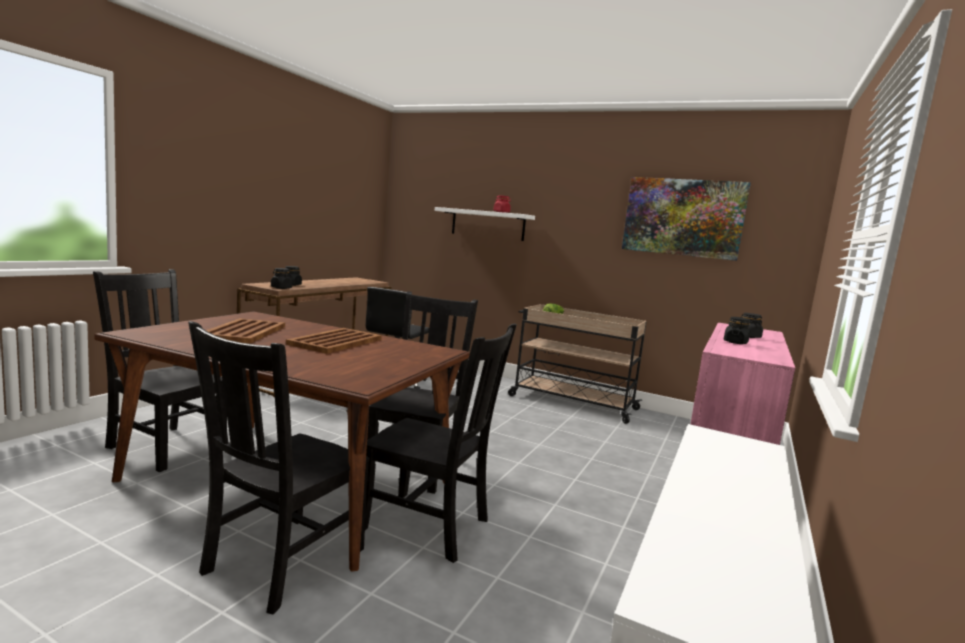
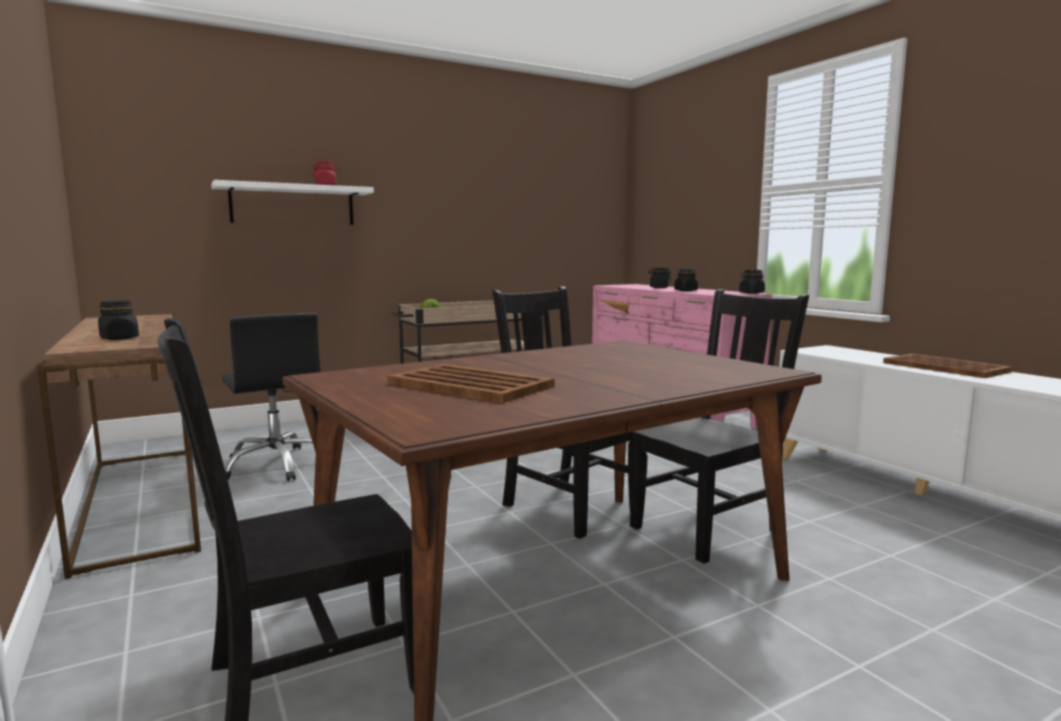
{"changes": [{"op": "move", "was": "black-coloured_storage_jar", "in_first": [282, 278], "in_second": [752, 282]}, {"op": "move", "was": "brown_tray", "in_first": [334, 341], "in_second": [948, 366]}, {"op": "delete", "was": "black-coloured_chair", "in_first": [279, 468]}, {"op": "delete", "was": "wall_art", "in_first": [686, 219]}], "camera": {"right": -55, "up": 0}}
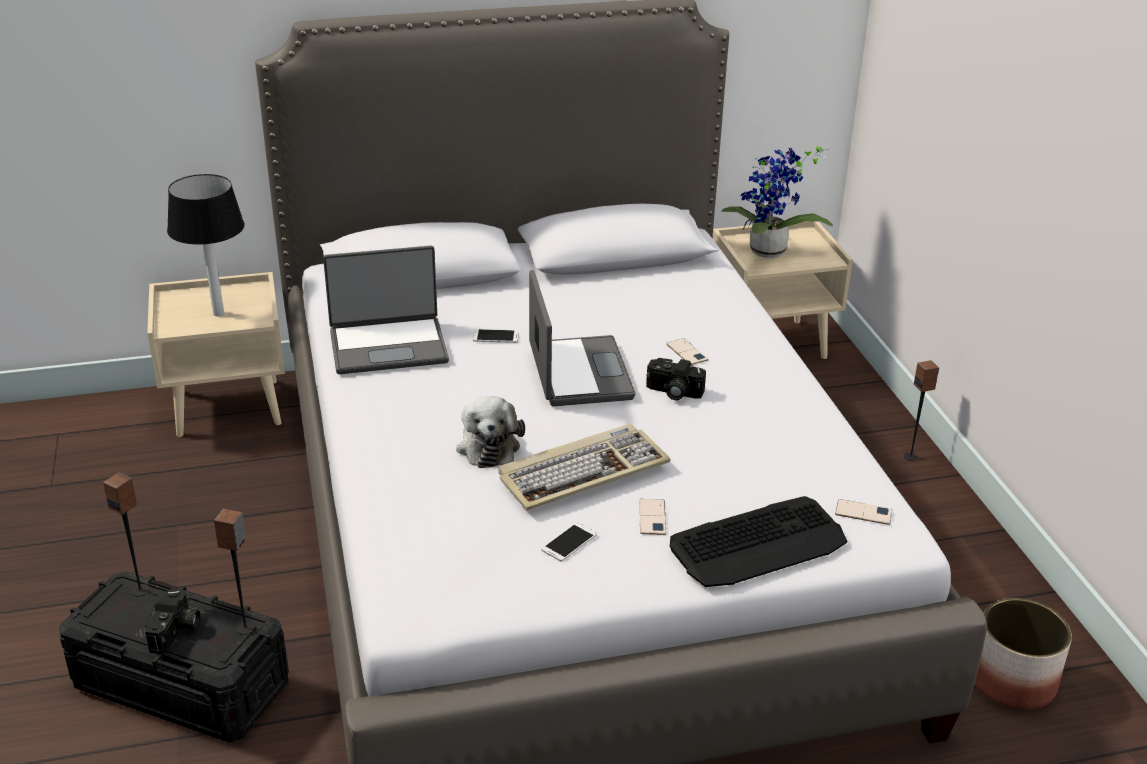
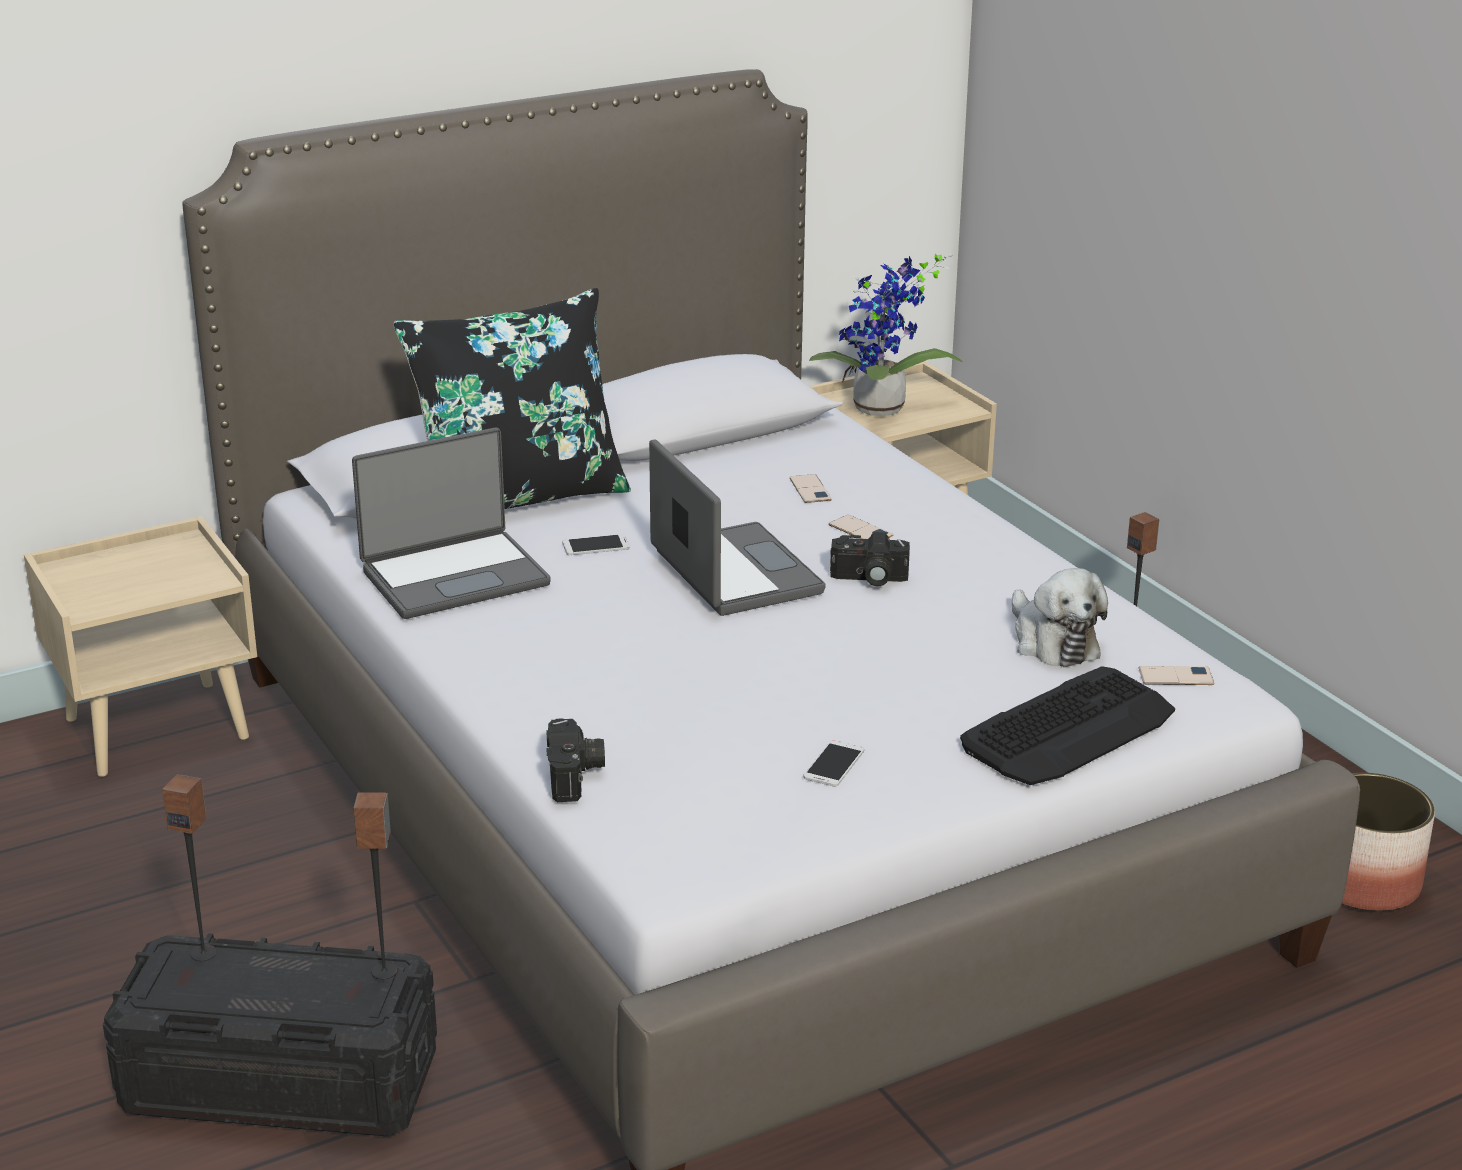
{"changes": [{"op": "insert", "now": "black-coloured_throw_pillow", "in_second": [512, 398]}, {"op": "move", "was": "still_camera", "in_first": [172, 621], "in_second": [575, 760]}, {"op": "move", "was": "telephone", "in_first": [653, 517], "in_second": [811, 488]}, {"op": "move", "was": "cuddly_toy", "in_first": [490, 432], "in_second": [1060, 617]}, {"op": "delete", "was": "table_lamp", "in_first": [206, 245]}, {"op": "delete", "was": "PC_keyboard", "in_first": [584, 467]}], "camera": {"right": -15, "up": -5}}
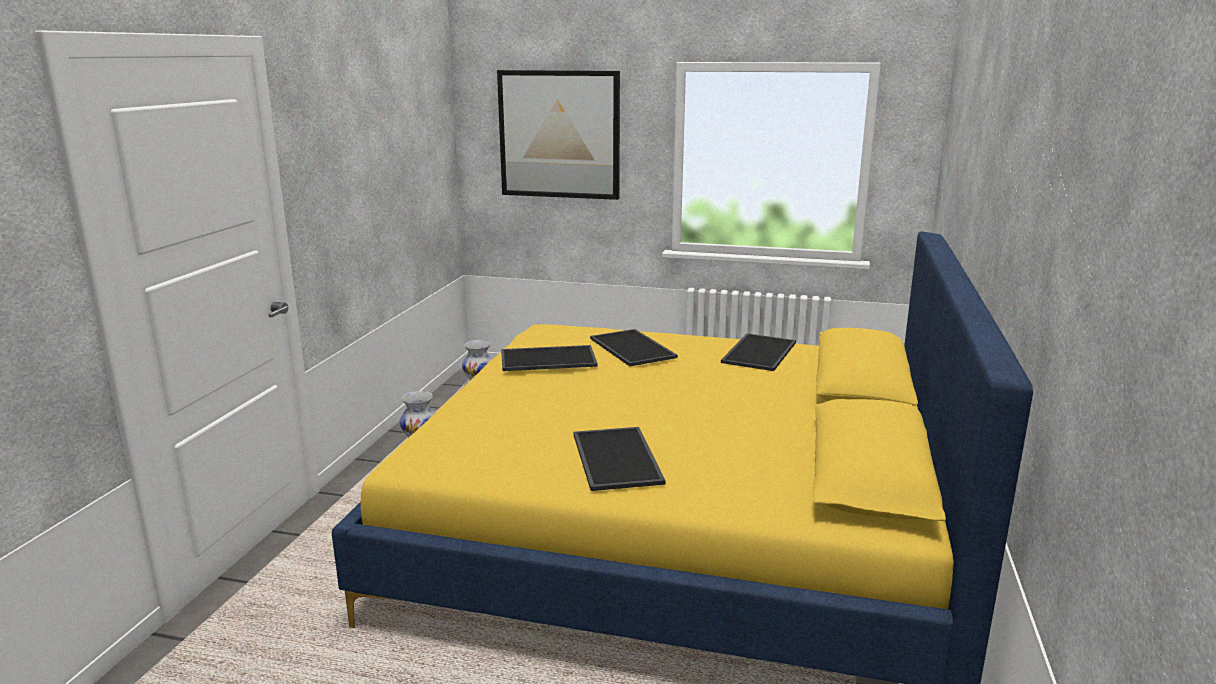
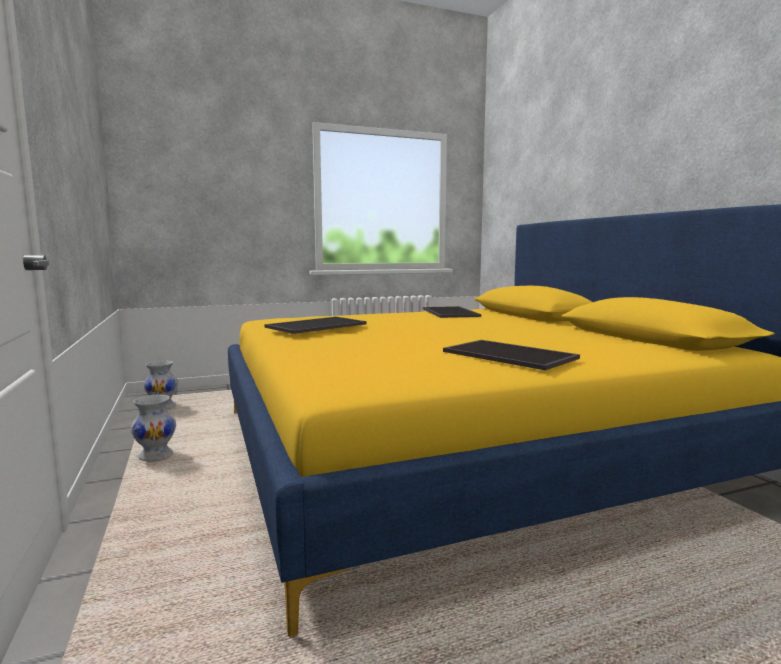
{"changes": [{"op": "delete", "was": "wall_art", "in_first": [558, 135]}, {"op": "delete", "was": "tray", "in_first": [634, 347]}], "camera": {"right": -35, "up": -10}}
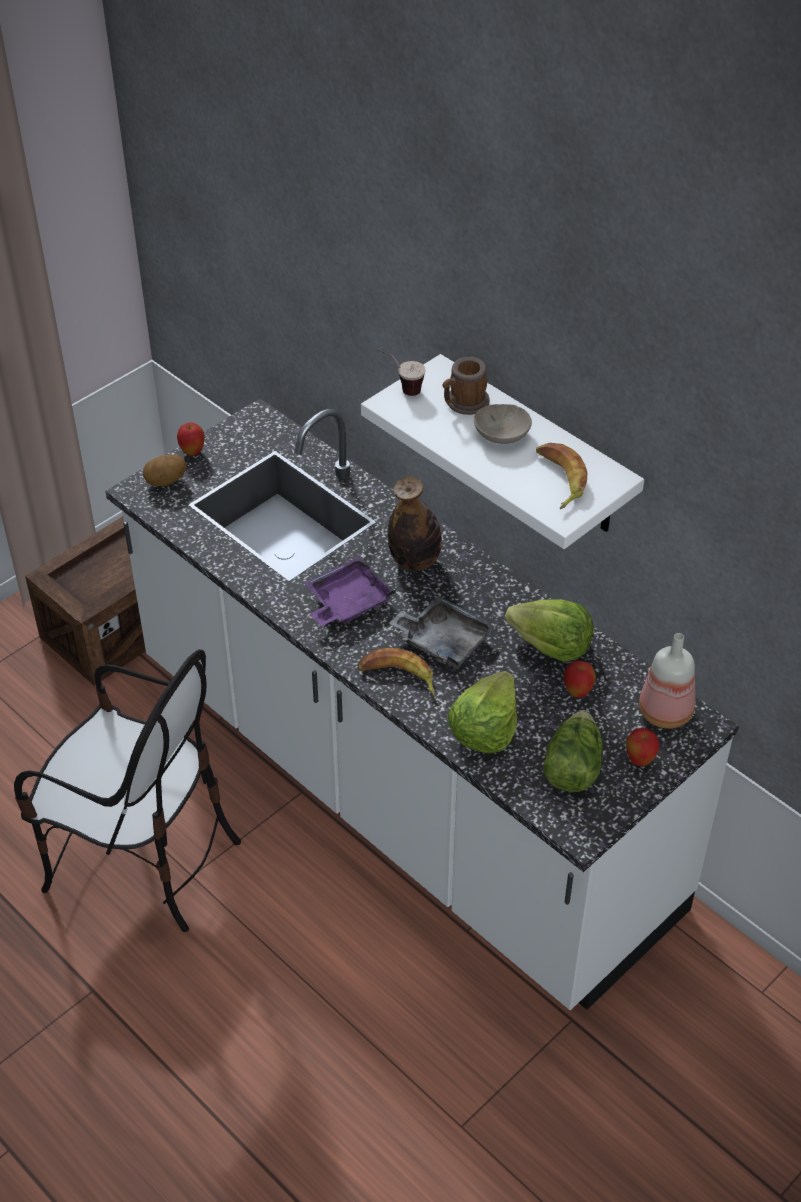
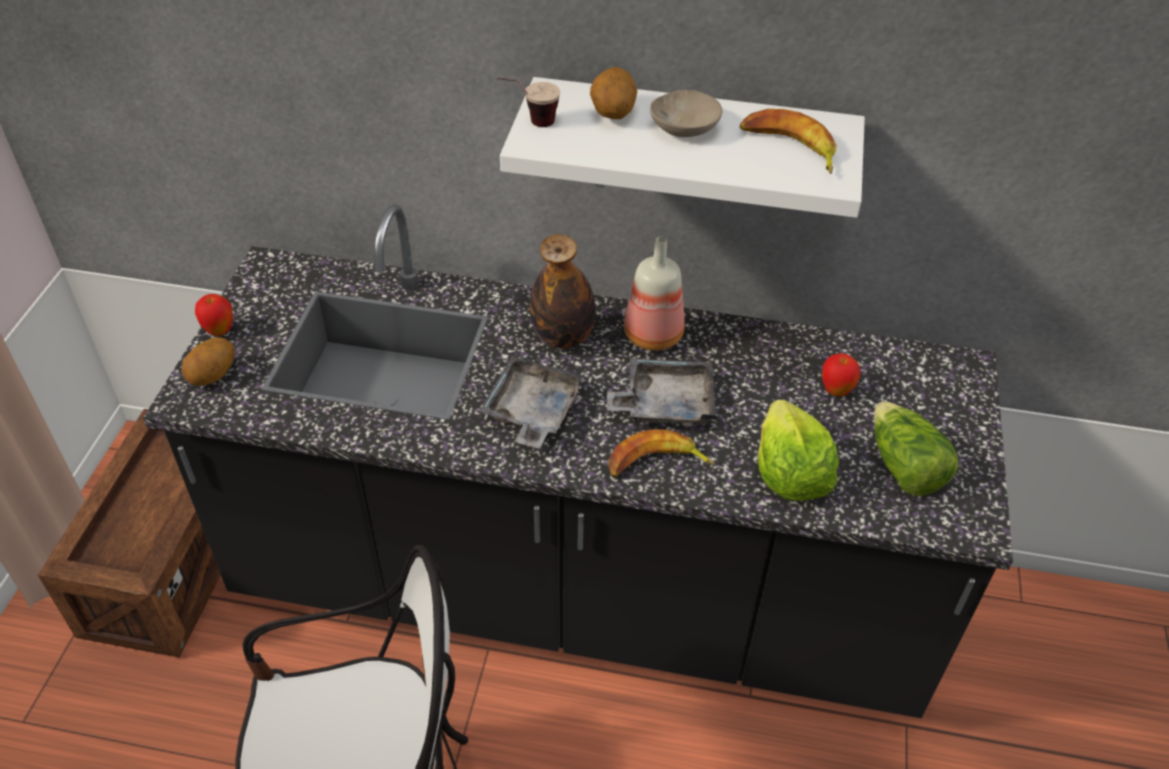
{"changes": [{"op": "recolor", "was": "white_kitchen_counter", "now": "black-coloured_kitchen_counter", "in_first": [422, 704], "in_second": [578, 461]}, {"op": "recolor", "was": "purple_tray", "now": "greyish_tray", "in_first": [350, 591], "in_second": [531, 402]}, {"op": "replace", "was": "coffee_mug", "now": "potato", "in_first": [466, 386], "in_second": [613, 93]}, {"op": "move", "was": "beverage_bottle", "in_first": [667, 681], "in_second": [654, 293]}, {"op": "delete", "was": "lettuce", "in_first": [549, 630]}, {"op": "delete", "was": "apple_fruit", "in_first": [643, 747]}], "camera": {"right": -35, "up": 0}}
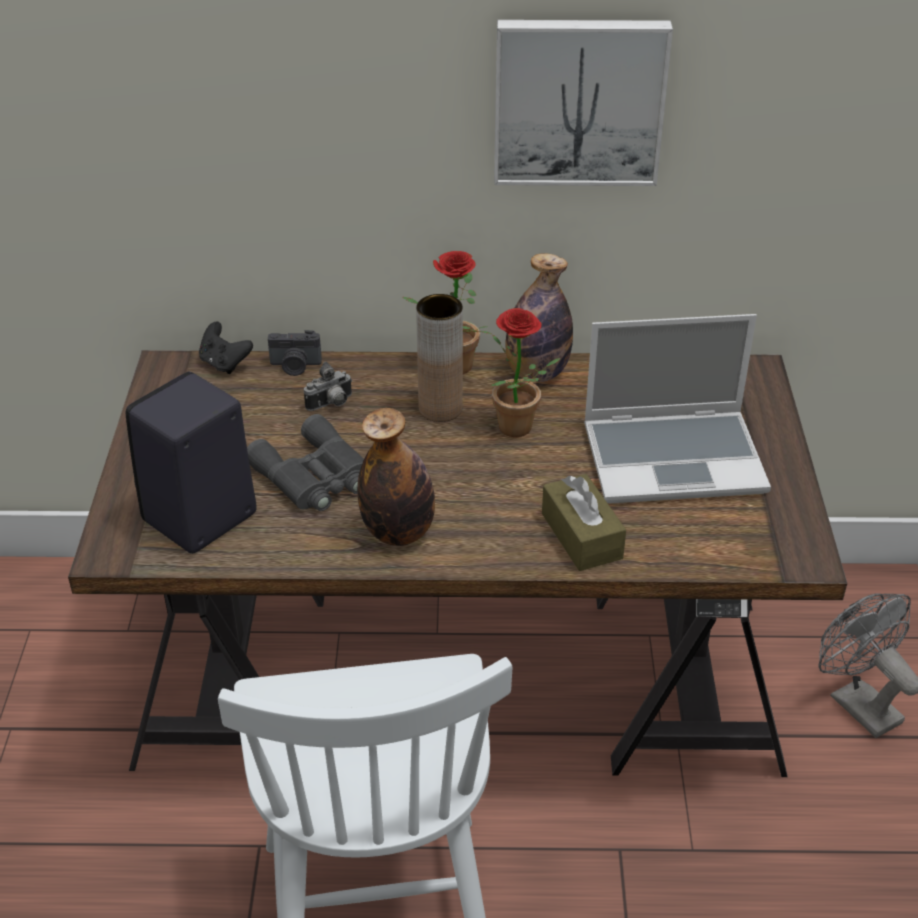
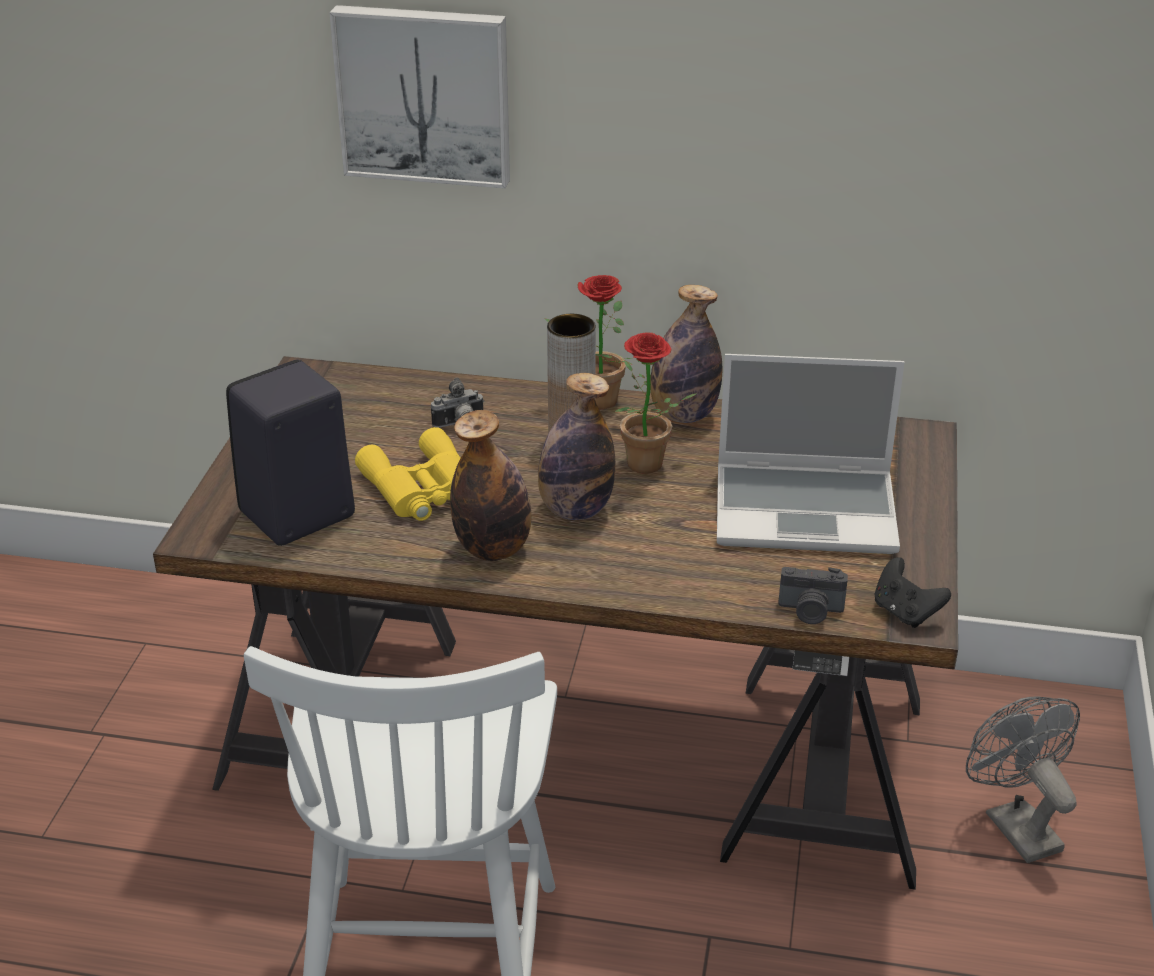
{"changes": [{"op": "move", "was": "wall_art", "in_first": [583, 103], "in_second": [419, 97]}, {"op": "recolor", "was": "greyish_field_glasses", "now": "yellowish_field_glasses", "in_first": [305, 462], "in_second": [408, 474]}, {"op": "insert", "now": "beverage_bottle", "in_second": [576, 446]}, {"op": "move", "was": "still_camera", "in_first": [295, 353], "in_second": [813, 595]}, {"op": "move", "was": "black-coloured_joypad", "in_first": [226, 348], "in_second": [913, 592]}, {"op": "delete", "was": "brown_tissue_holder", "in_first": [584, 522]}], "camera": {"right": 10, "up": -5}}
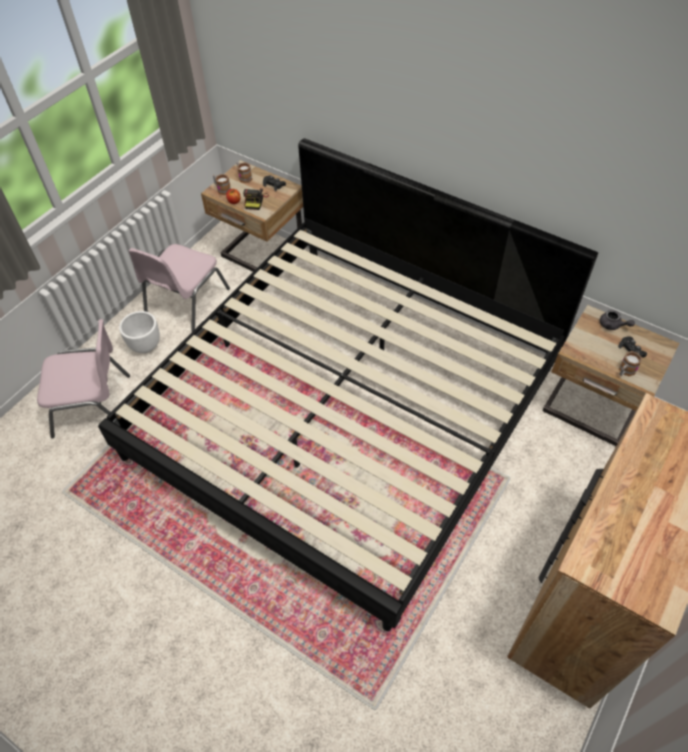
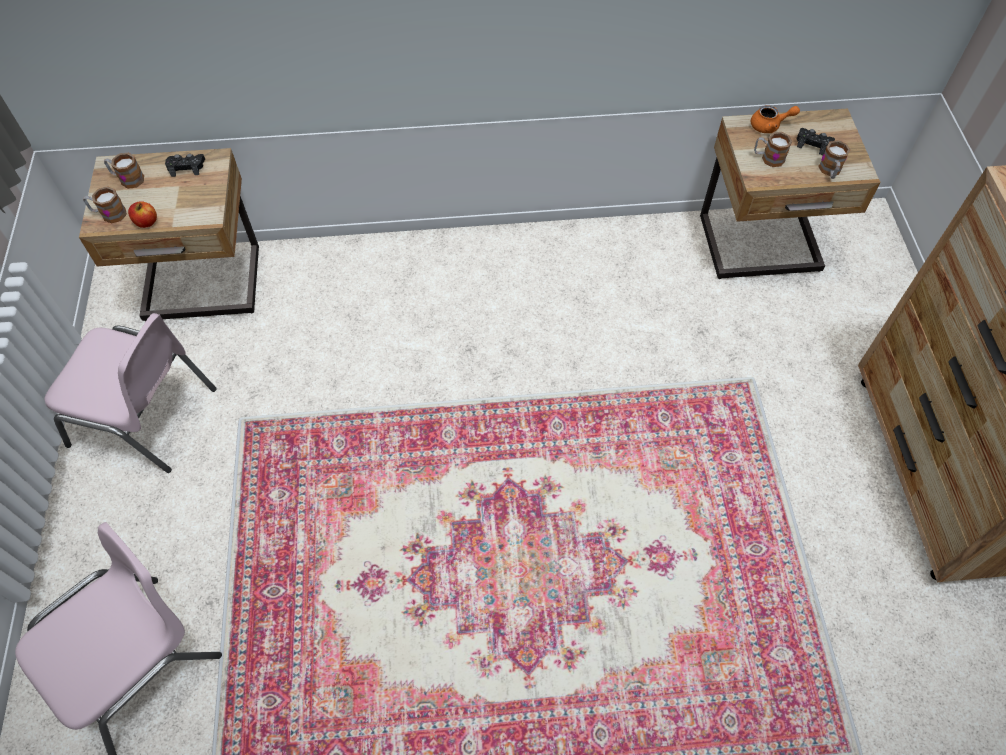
{"changes": [{"op": "rotate", "was": "pinkish_chair", "in_first": [179, 288], "in_second": [130, 393], "clockwise": -60}, {"op": "recolor", "was": "greyish_pot_for_tea", "now": "orange_pot_for_tea", "in_first": [617, 320], "in_second": [775, 119]}, {"op": "insert", "now": "coffee_mug", "in_second": [773, 149]}, {"op": "delete", "was": "bed", "in_first": [348, 384]}, {"op": "delete", "was": "white_plant_pot", "in_first": [139, 332]}, {"op": "delete", "was": "still_camera", "in_first": [256, 199]}], "camera": {"right": -40, "up": 5}}
